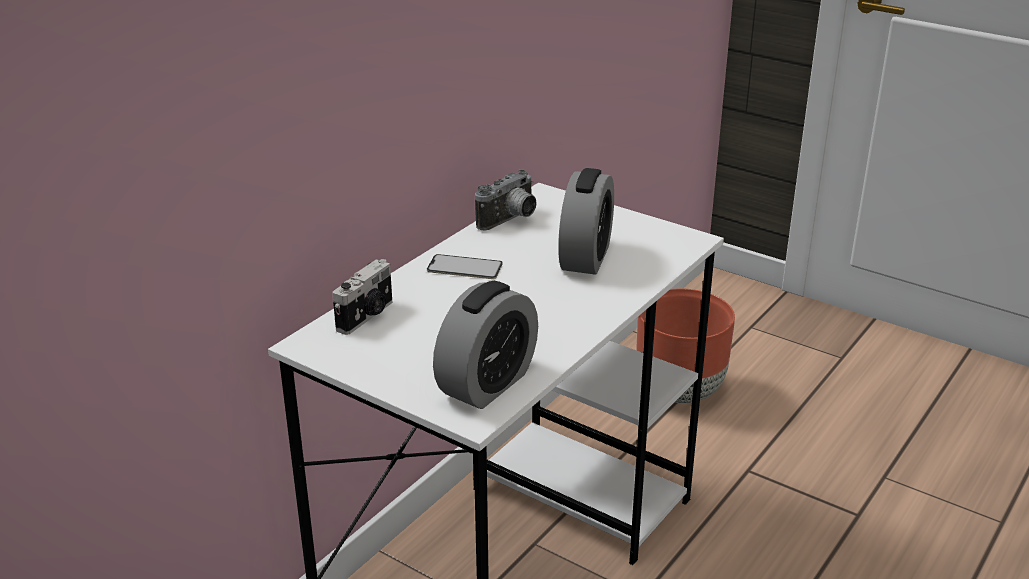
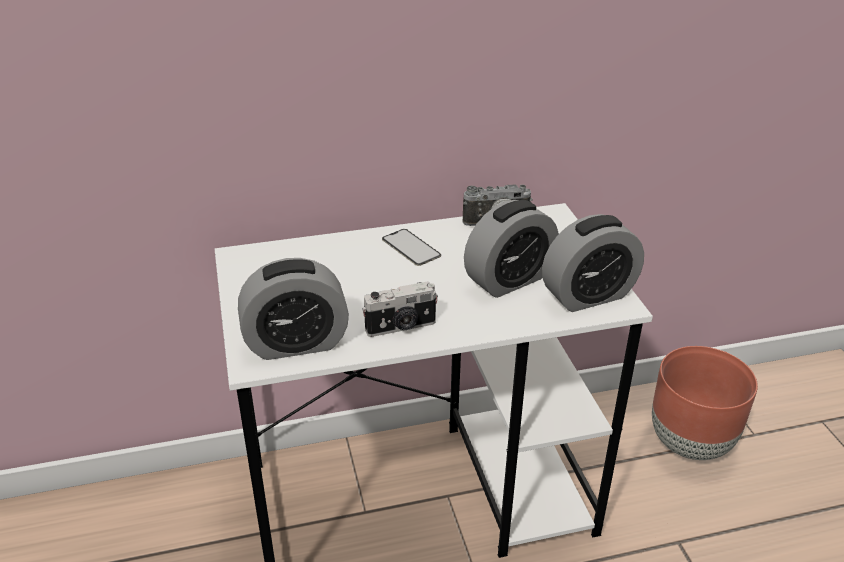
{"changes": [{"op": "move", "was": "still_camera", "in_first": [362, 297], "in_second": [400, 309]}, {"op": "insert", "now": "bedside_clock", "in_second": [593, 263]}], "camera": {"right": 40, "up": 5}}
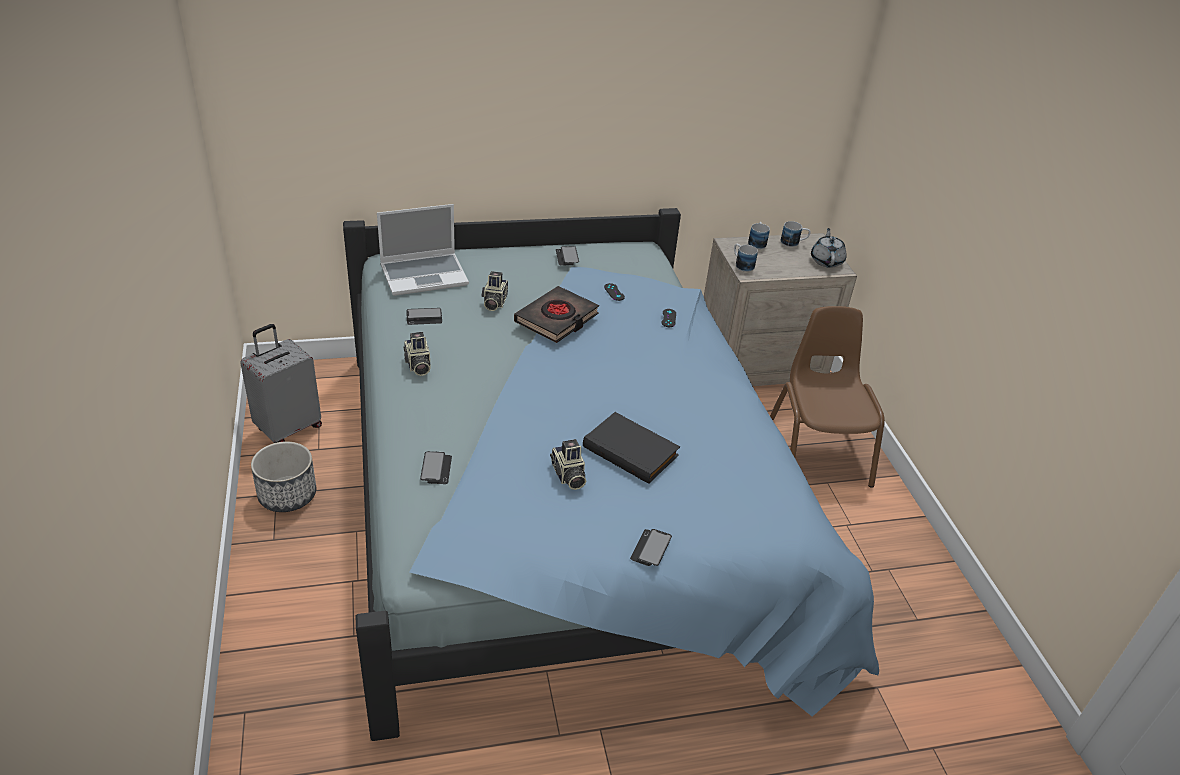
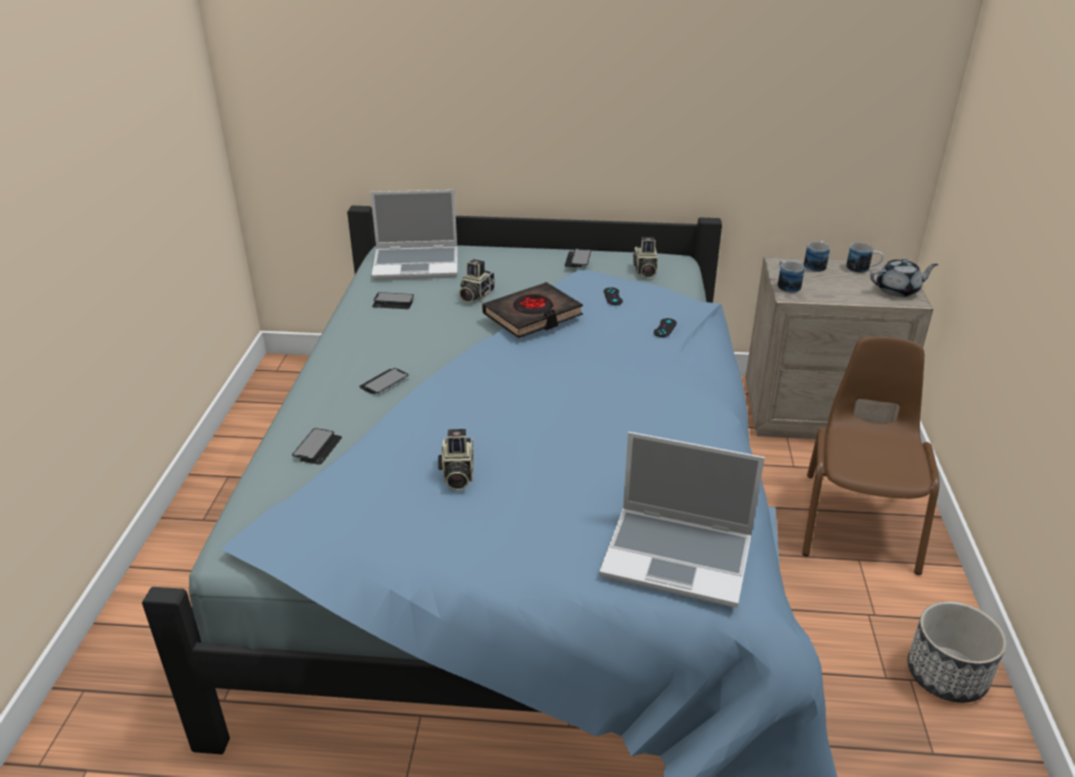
{"changes": [{"op": "move", "was": "telephone", "in_first": [651, 547], "in_second": [384, 381]}, {"op": "insert", "now": "laptop", "in_second": [682, 520]}, {"op": "move", "was": "still_camera", "in_first": [417, 354], "in_second": [645, 257]}, {"op": "rotate", "was": "greyish_pot_for_tea", "in_first": [829, 248], "in_second": [904, 278], "clockwise": 60}, {"op": "move", "was": "plant_pot", "in_first": [283, 477], "in_second": [957, 652]}, {"op": "delete", "was": "greyish_travel_case", "in_first": [281, 383]}, {"op": "delete", "was": "black-coloured_book", "in_first": [631, 448]}], "camera": {"right": 20, "up": -5}}
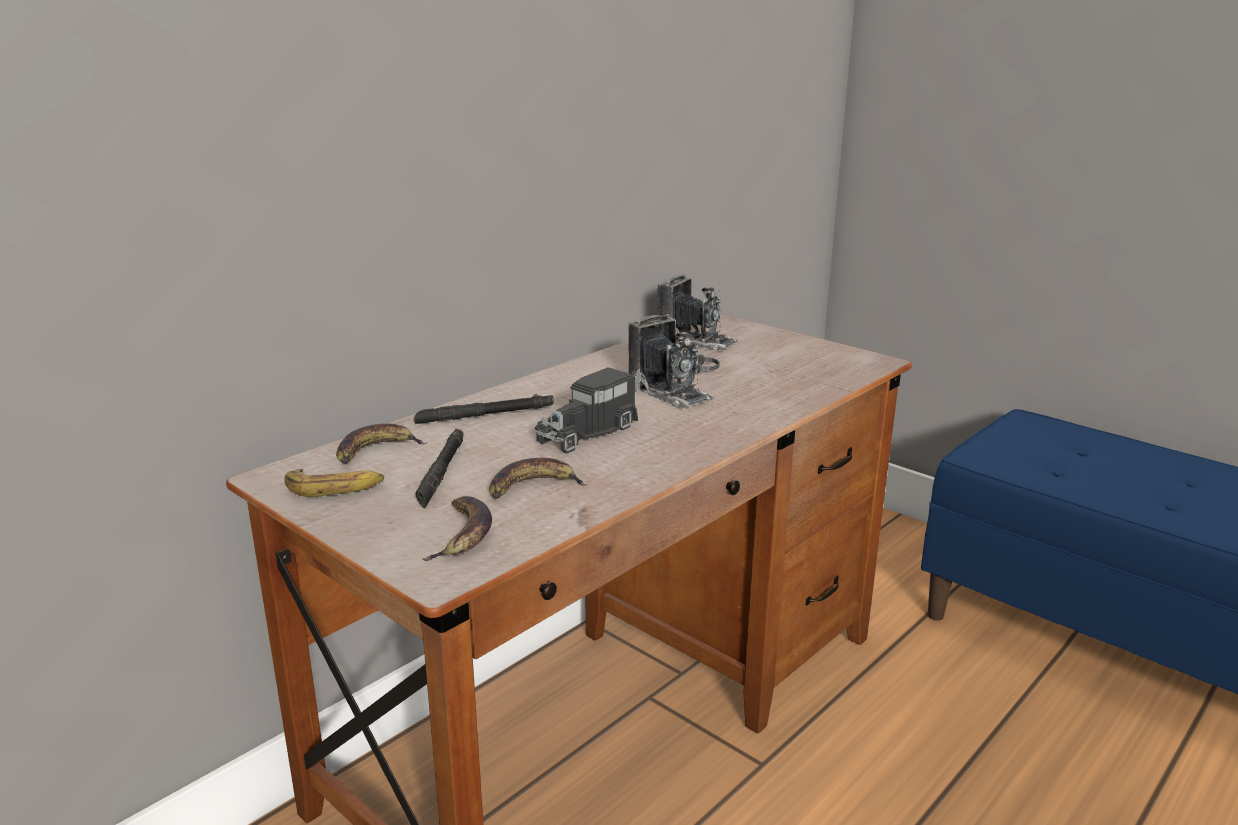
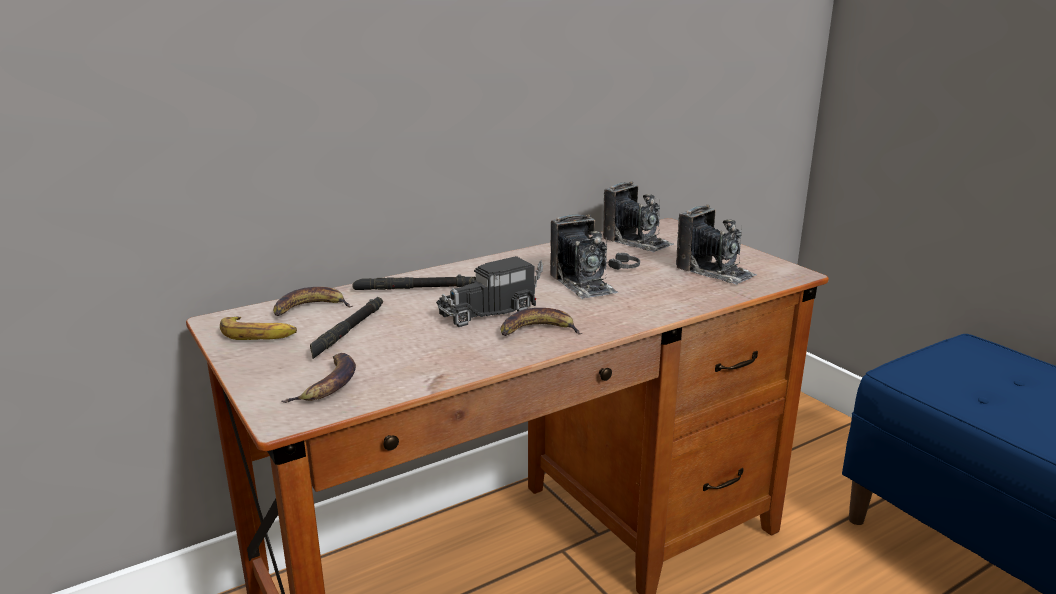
{"changes": [{"op": "move", "was": "whole_banana", "in_first": [538, 478], "in_second": [541, 322]}, {"op": "insert", "now": "still_camera", "in_second": [716, 245]}], "camera": {"right": 15, "up": 0}}
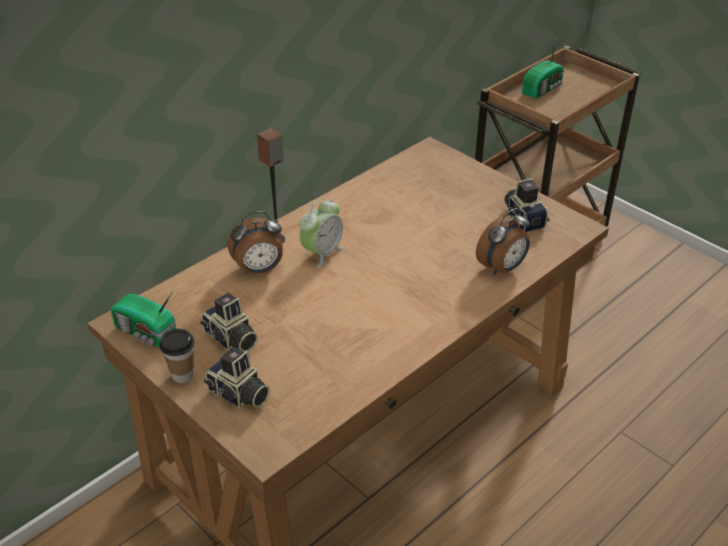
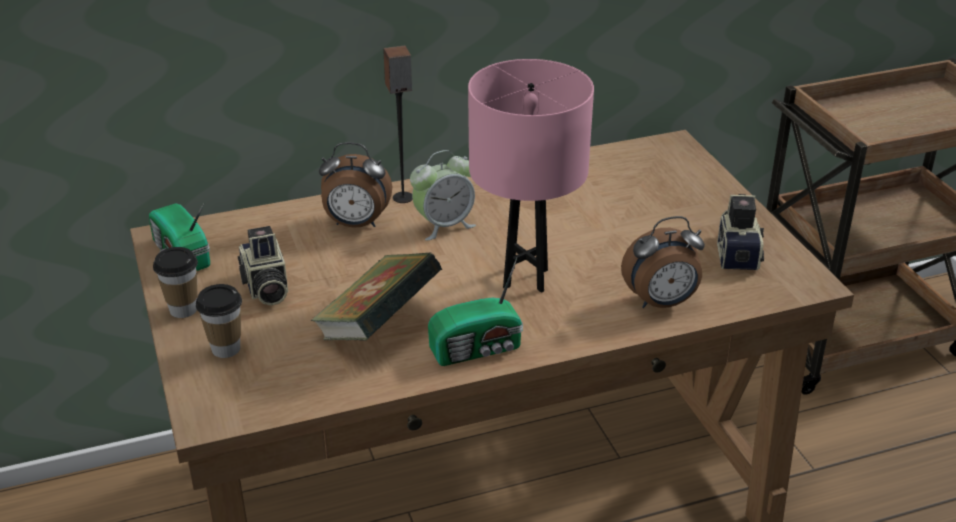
{"changes": [{"op": "replace", "was": "still_camera", "now": "cup", "in_first": [237, 377], "in_second": [219, 321]}, {"op": "insert", "now": "book", "in_second": [376, 296]}, {"op": "move", "was": "radio_receiver", "in_first": [543, 68], "in_second": [475, 312]}, {"op": "insert", "now": "pinkish_table_lamp", "in_second": [531, 176]}], "camera": {"right": 25, "up": -5}}
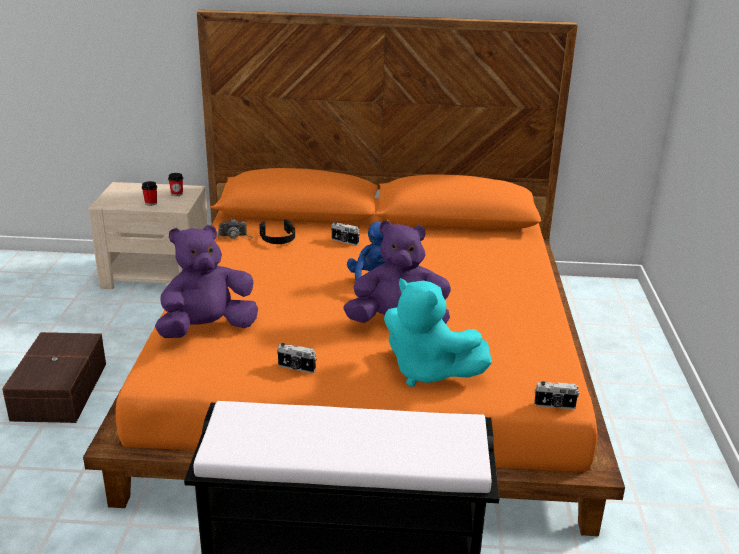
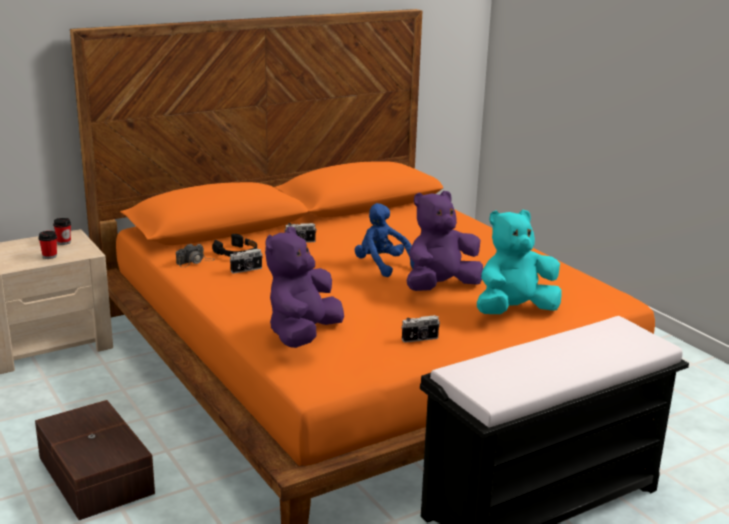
{"changes": [{"op": "move", "was": "still_camera", "in_first": [557, 395], "in_second": [246, 261]}, {"op": "rotate", "was": "blue-green_cuddly_toy", "in_first": [438, 332], "in_second": [519, 261], "clockwise": 150}], "camera": {"right": -35, "up": -5}}
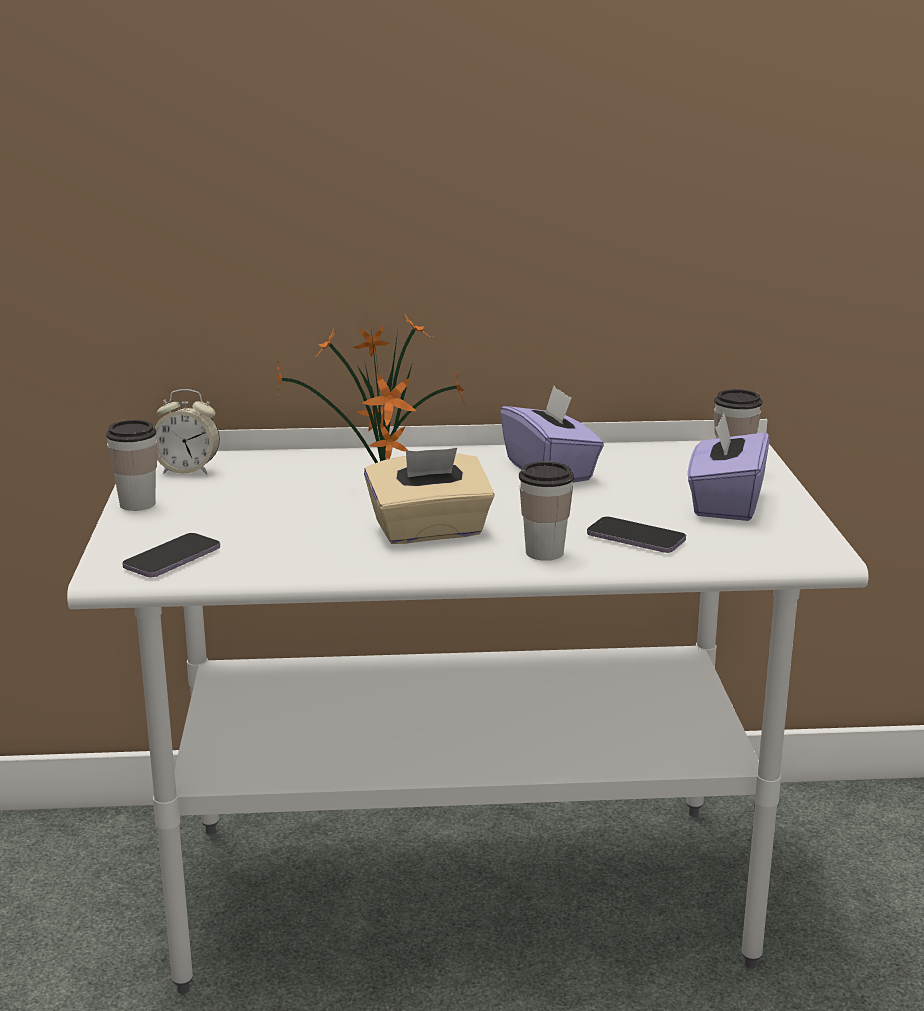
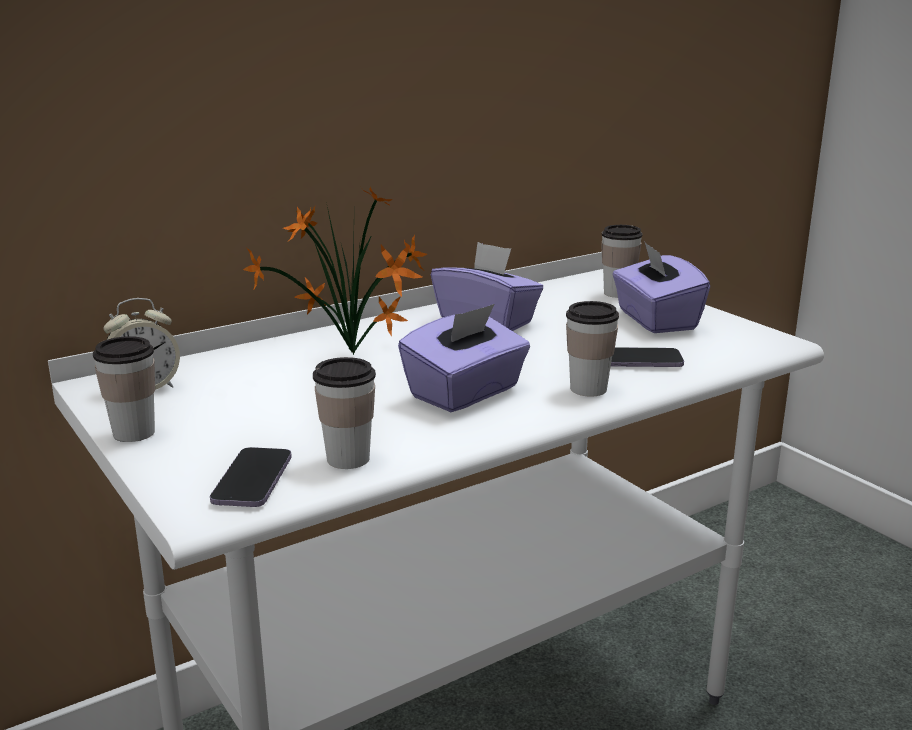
{"changes": [{"op": "insert", "now": "cup", "in_second": [344, 413]}, {"op": "recolor", "was": "sand-coloured_tissue_holder", "now": "purple_tissue_holder", "in_first": [429, 496], "in_second": [464, 358]}], "camera": {"right": -30, "up": 0}}
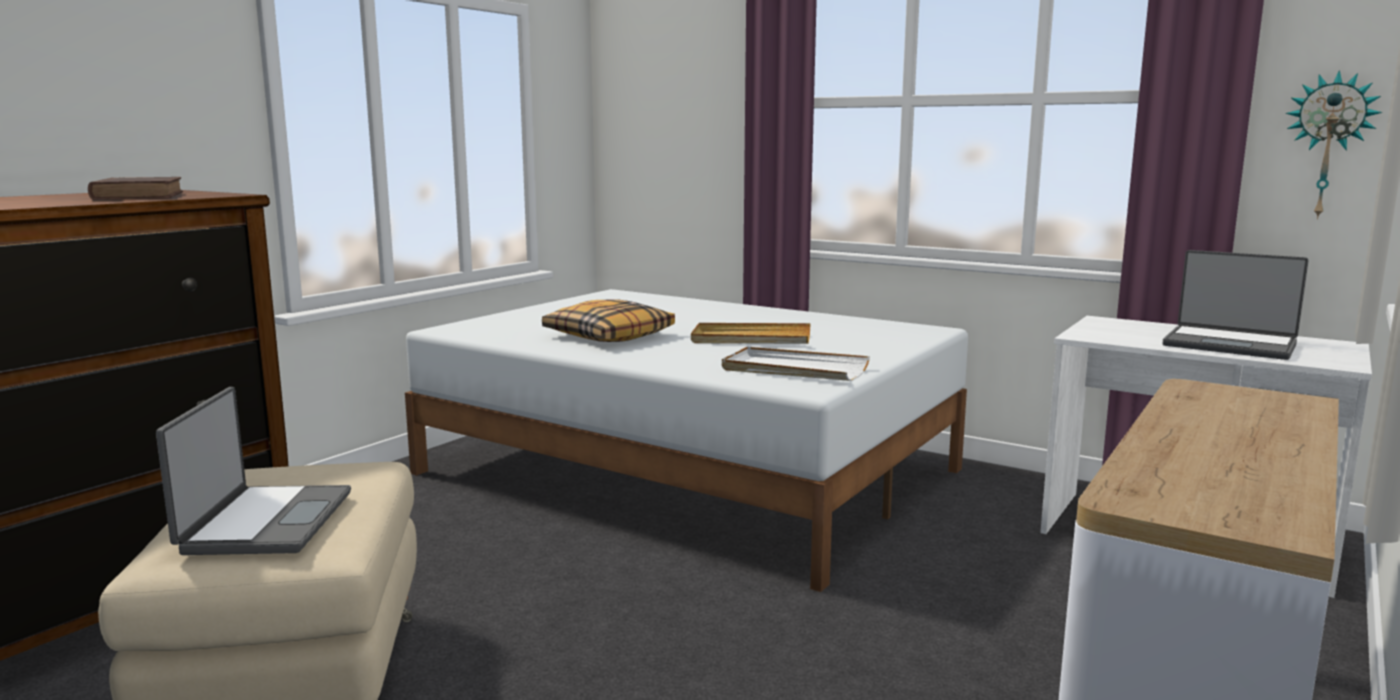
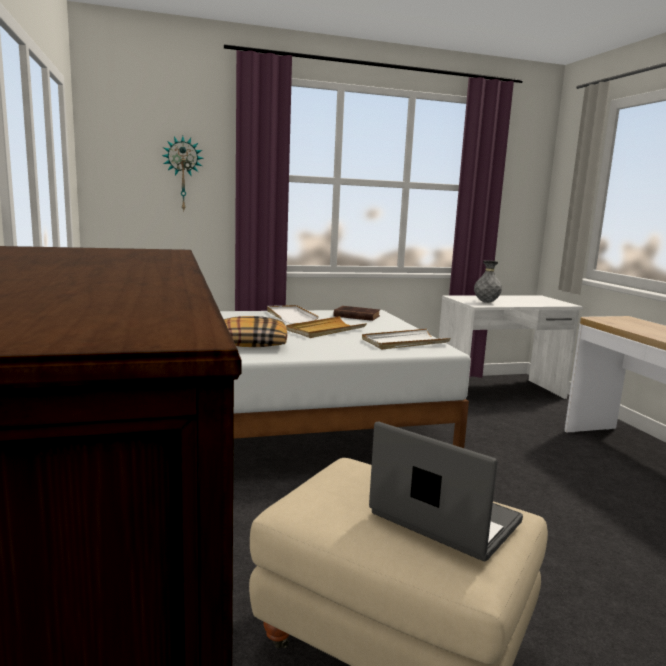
{"changes": [{"op": "move", "was": "wall_clock", "in_first": [1334, 145], "in_second": [183, 173]}, {"op": "insert", "now": "white_tray", "in_second": [293, 314]}, {"op": "move", "was": "brown_book", "in_first": [135, 188], "in_second": [356, 313]}, {"op": "insert", "now": "greyish_flower_vase", "in_second": [488, 282]}, {"op": "delete", "was": "laptop", "in_first": [1236, 305]}], "camera": {"right": -50, "up": 0}}
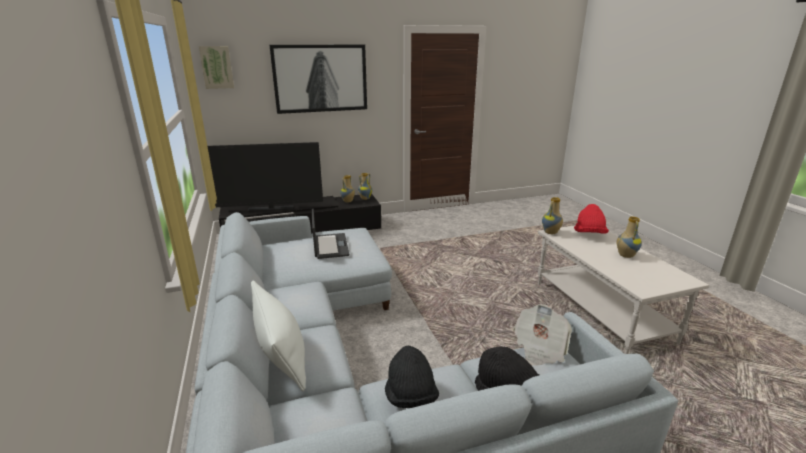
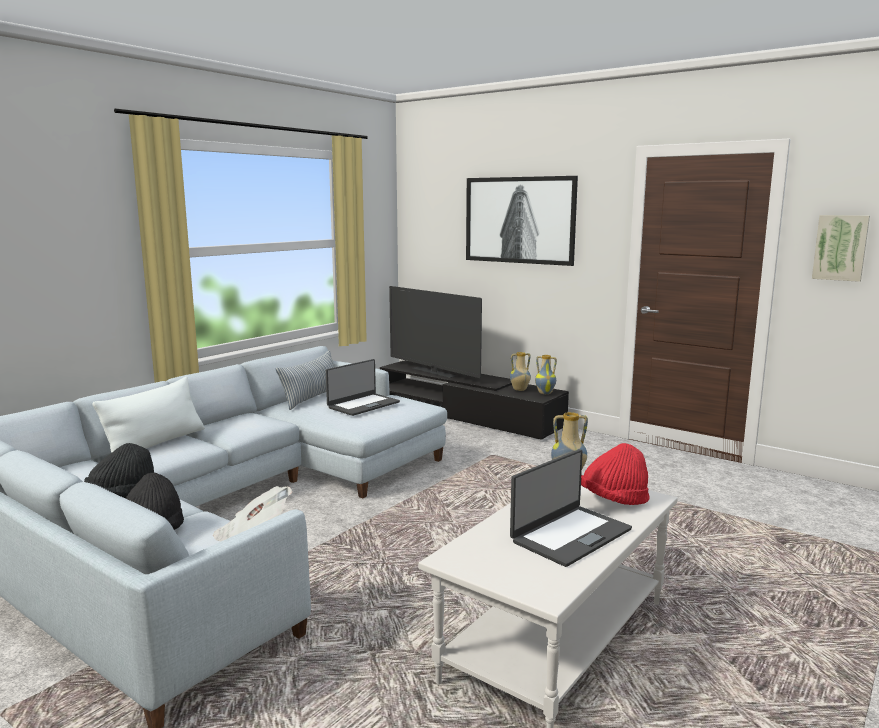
{"changes": [{"op": "insert", "now": "throw_pillow", "in_second": [305, 380]}, {"op": "replace", "was": "flower_vase", "now": "laptop", "in_first": [629, 237], "in_second": [571, 508]}, {"op": "move", "was": "wall_art", "in_first": [216, 67], "in_second": [841, 248]}], "camera": {"right": 55, "up": -10}}
